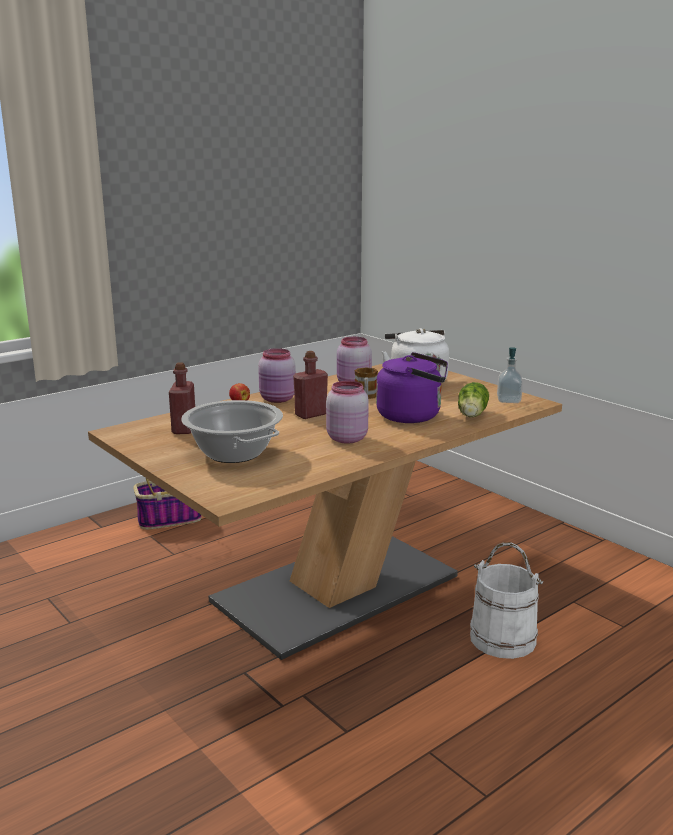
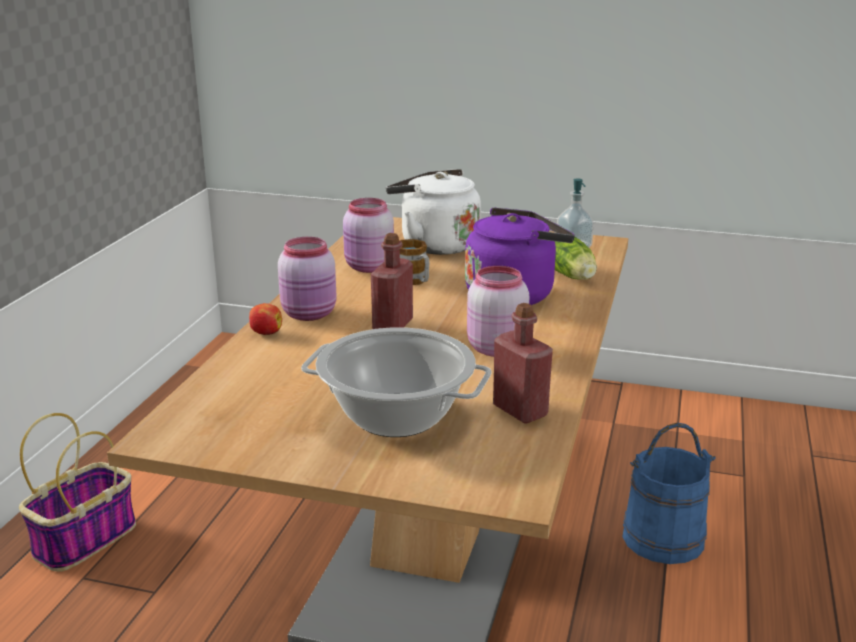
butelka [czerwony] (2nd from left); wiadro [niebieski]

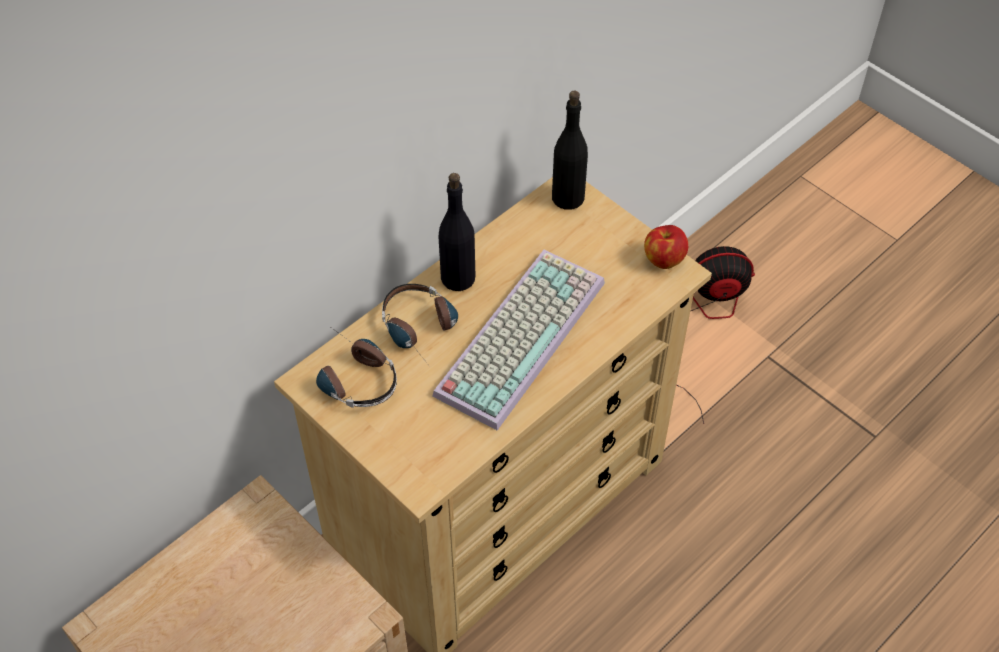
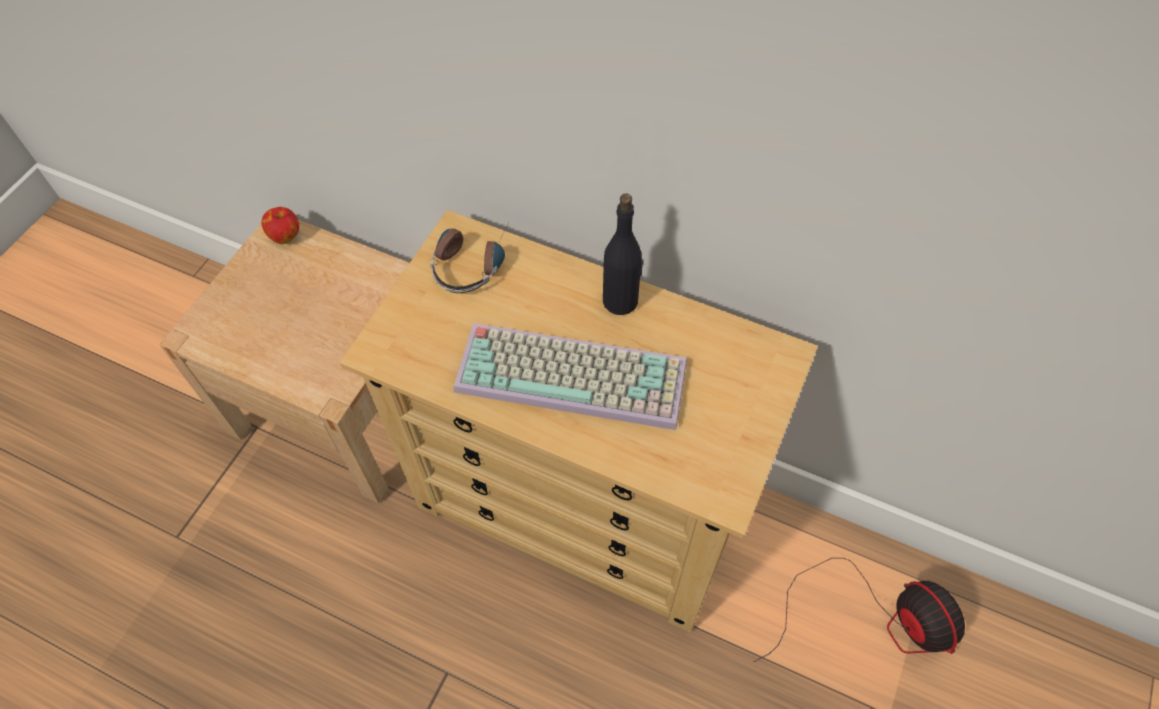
słuchawki (2nd from left in the first image); butelka [czarny] (2nd from left in the first image); jabłko

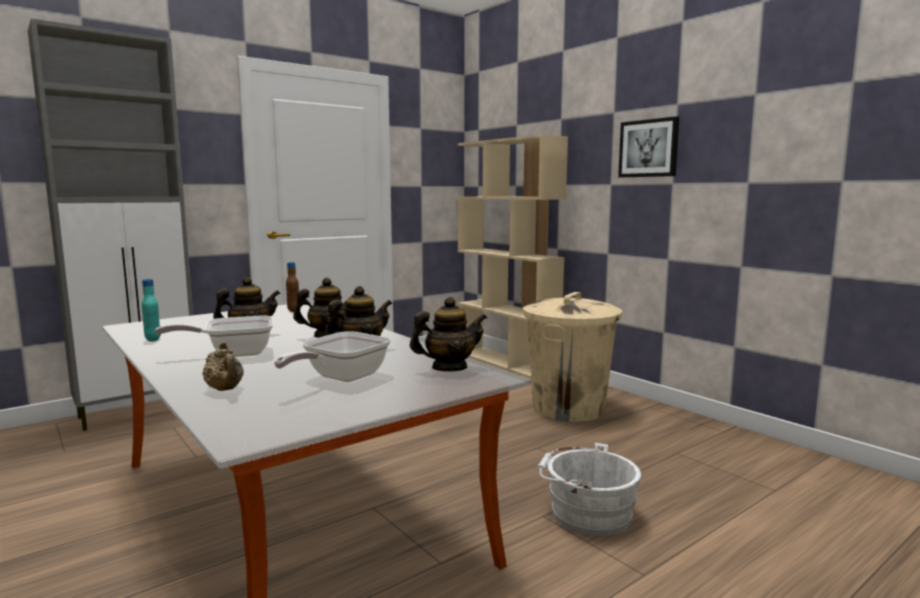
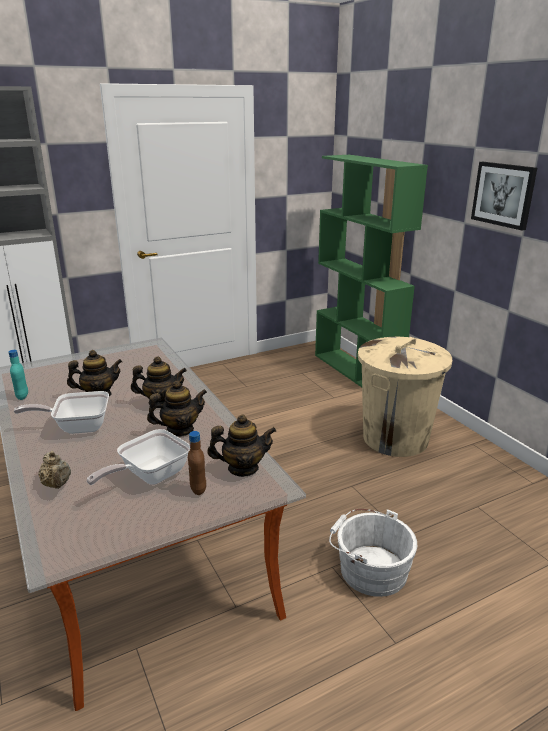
butelka [brązowy]; regał [zielony]

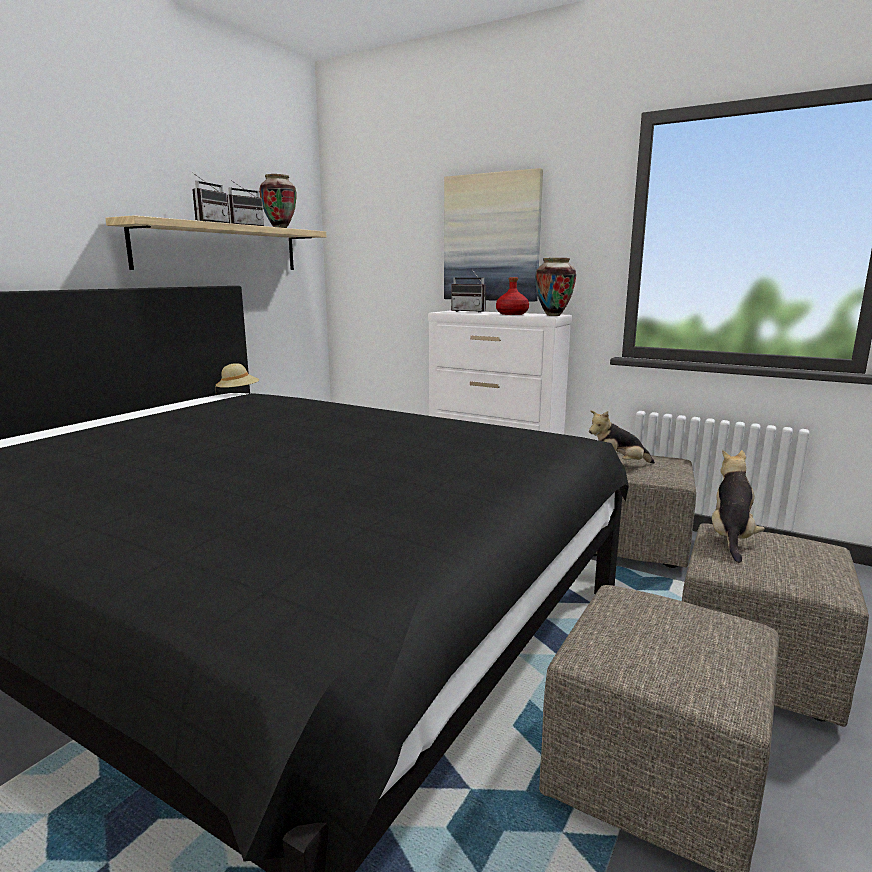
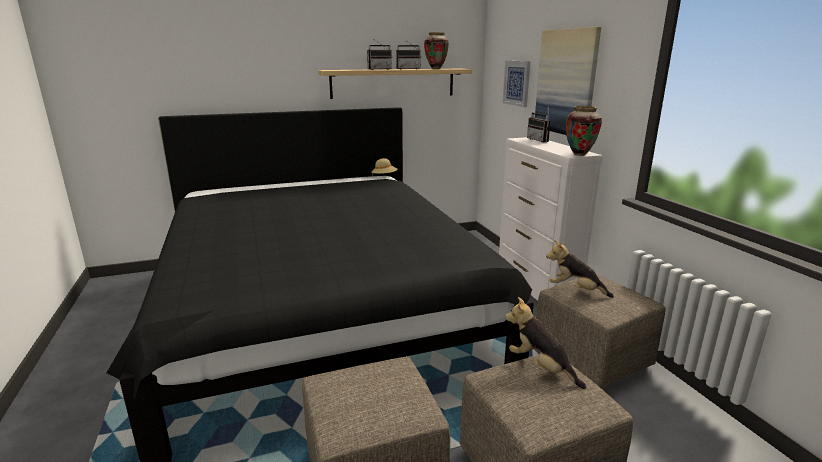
butelka [czerwony]; pluszak (1st from left); obraz (1st from left)

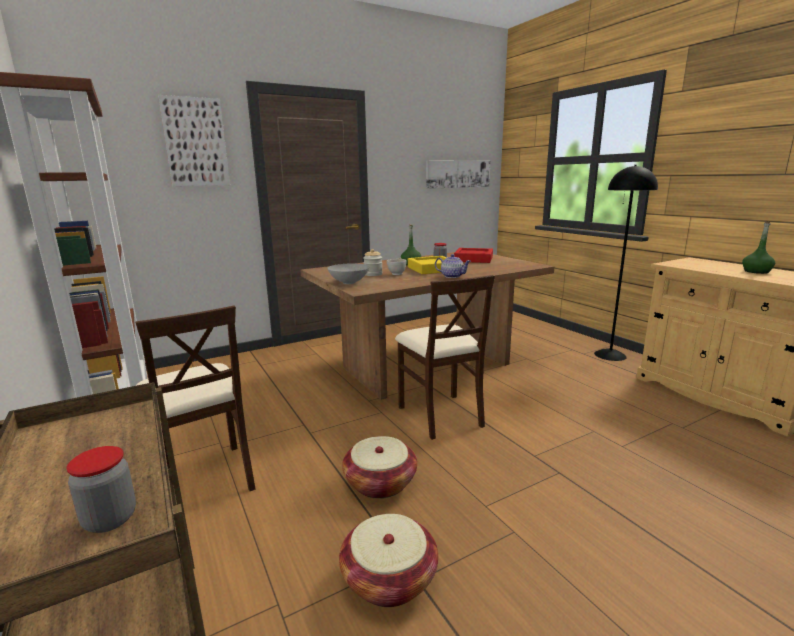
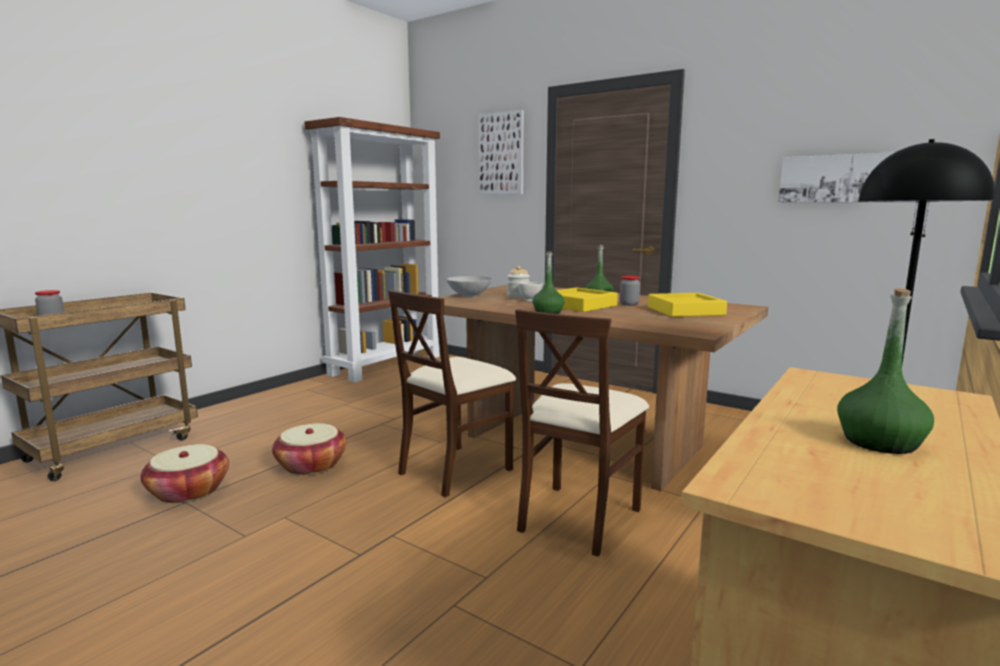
krzesło [beżowy] (2nd from left); butelka [zielony] (1st from left); taca [żółty] (2nd from left)

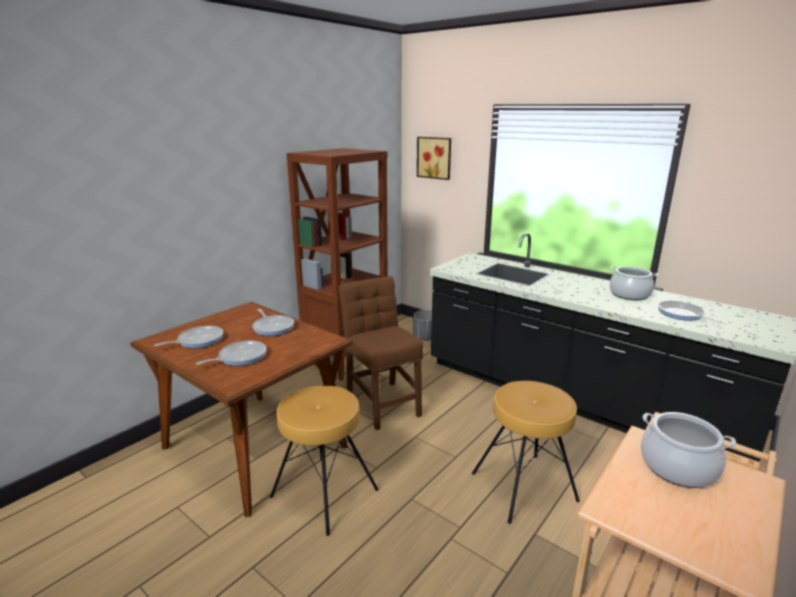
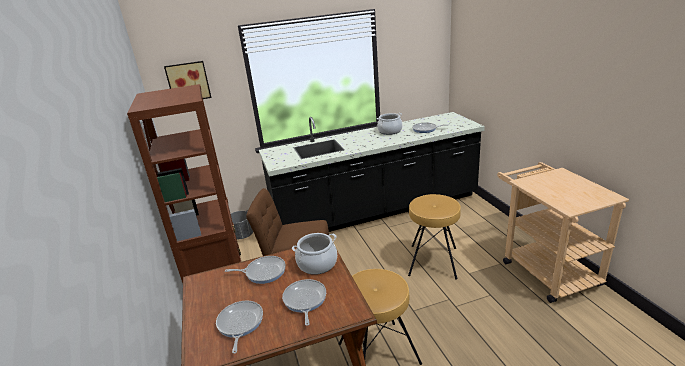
garnek (1st from left)

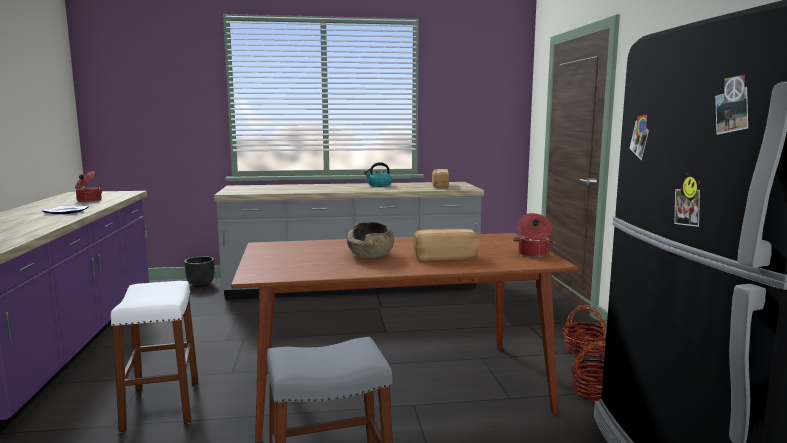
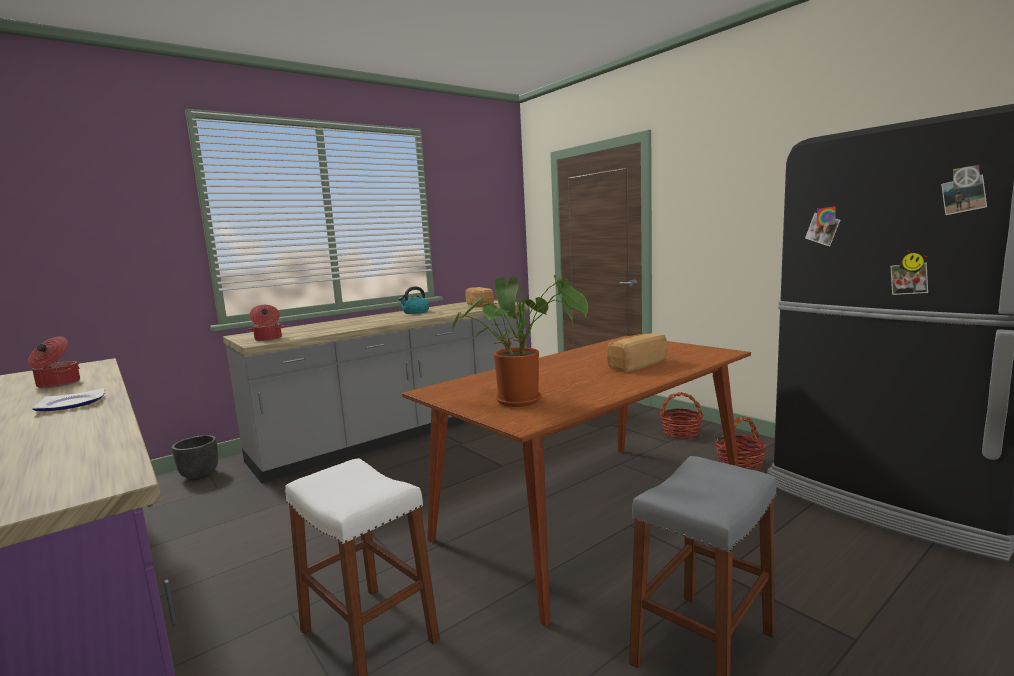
miska [brązowy]; garnek (2nd from left); roślina doniczkowa

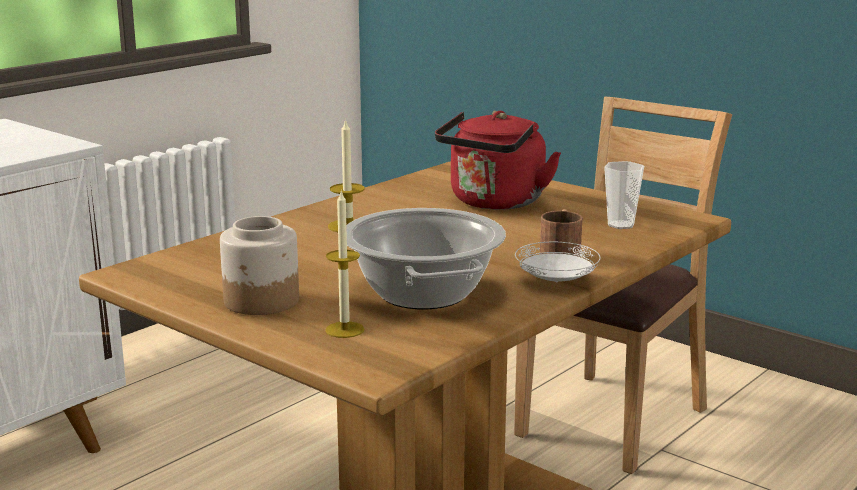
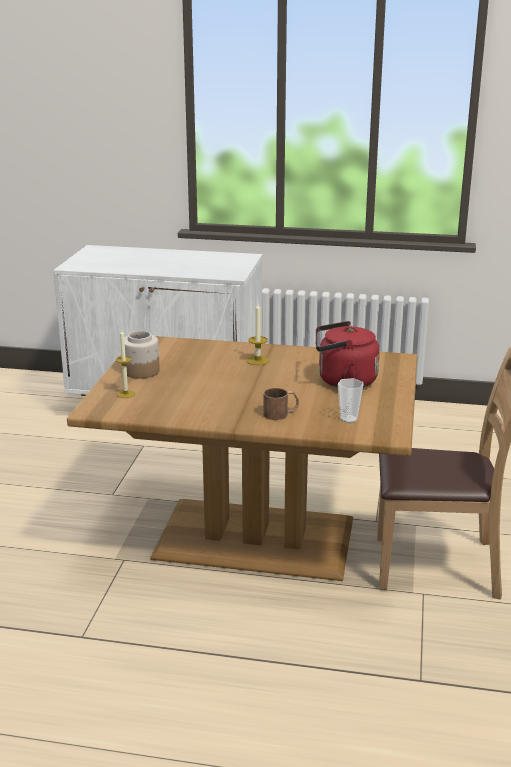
garnek; talerz [biały]

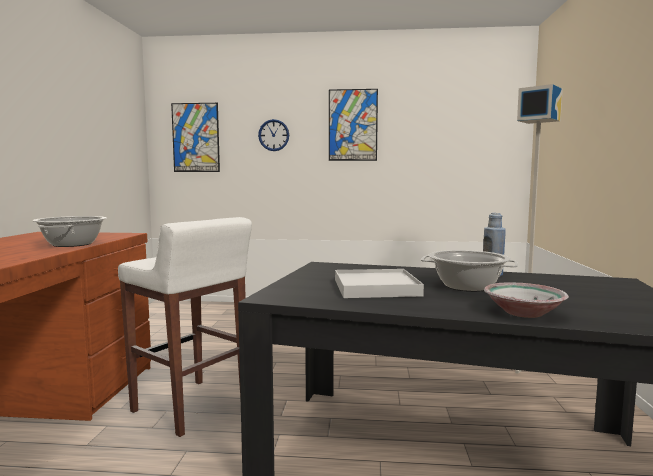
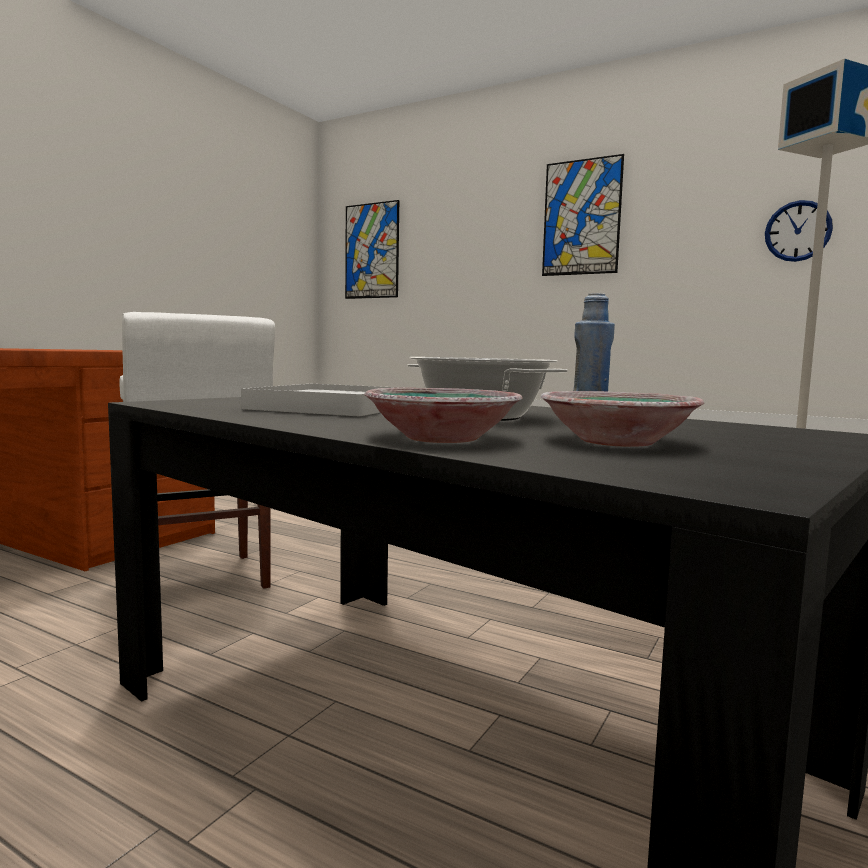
garnek (1st from left in the first image); zegar ścienny; miska (2nd from left)

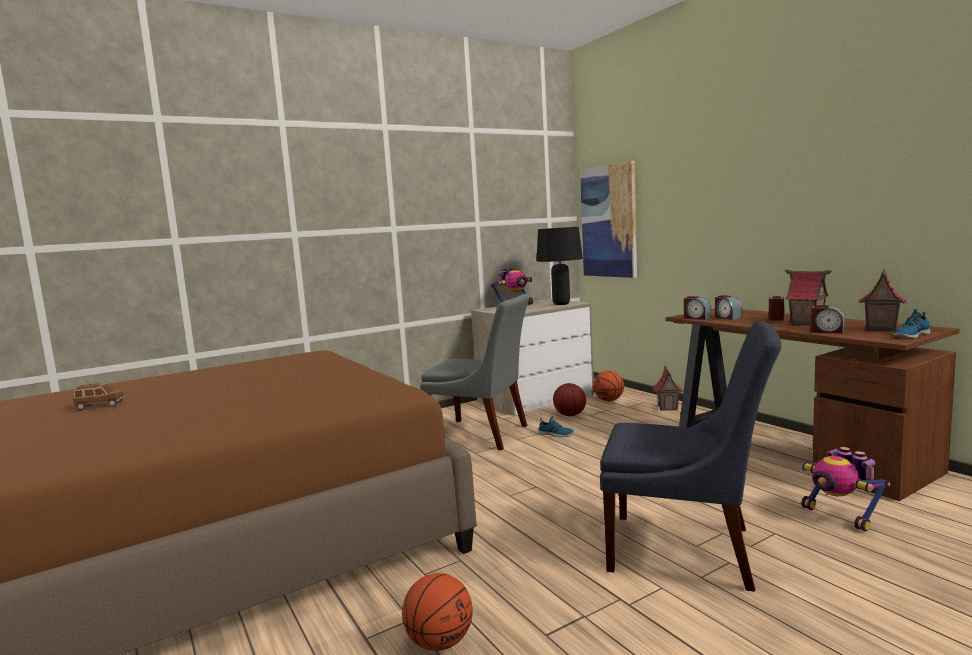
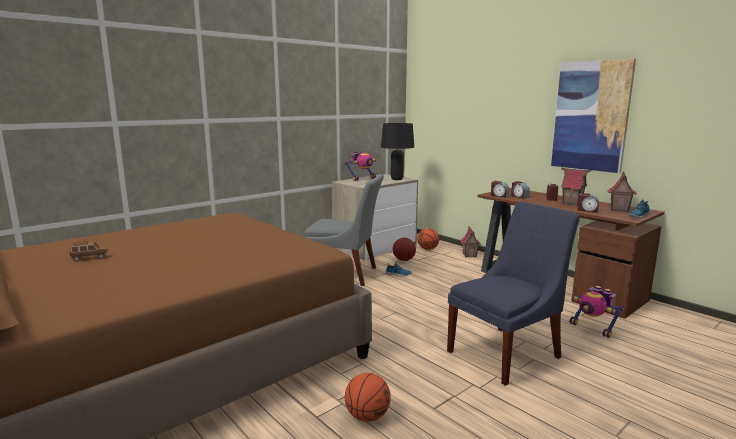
obraz; krzesło [niebieski]

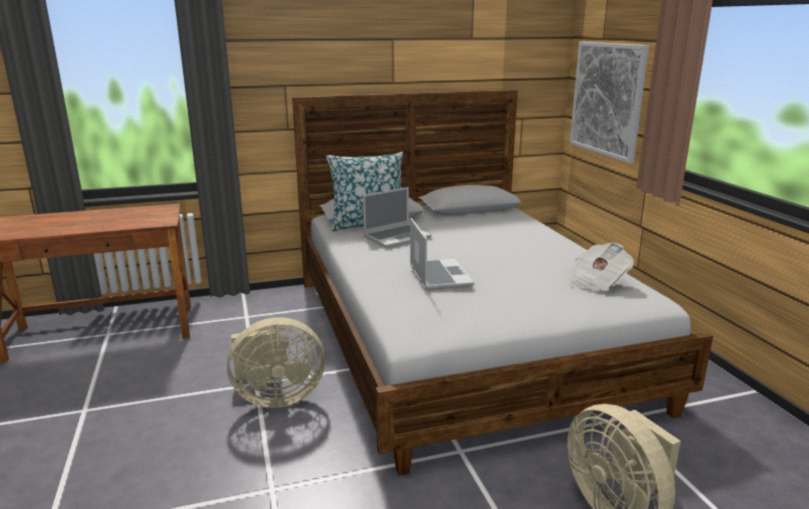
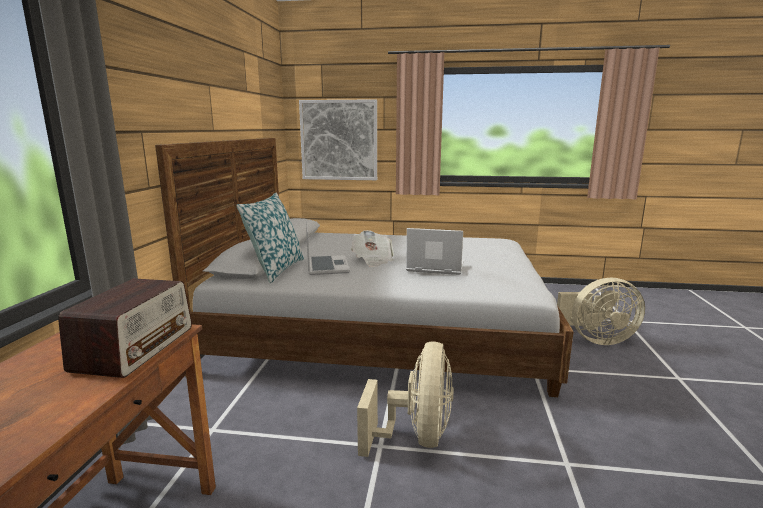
gazeta; radio

